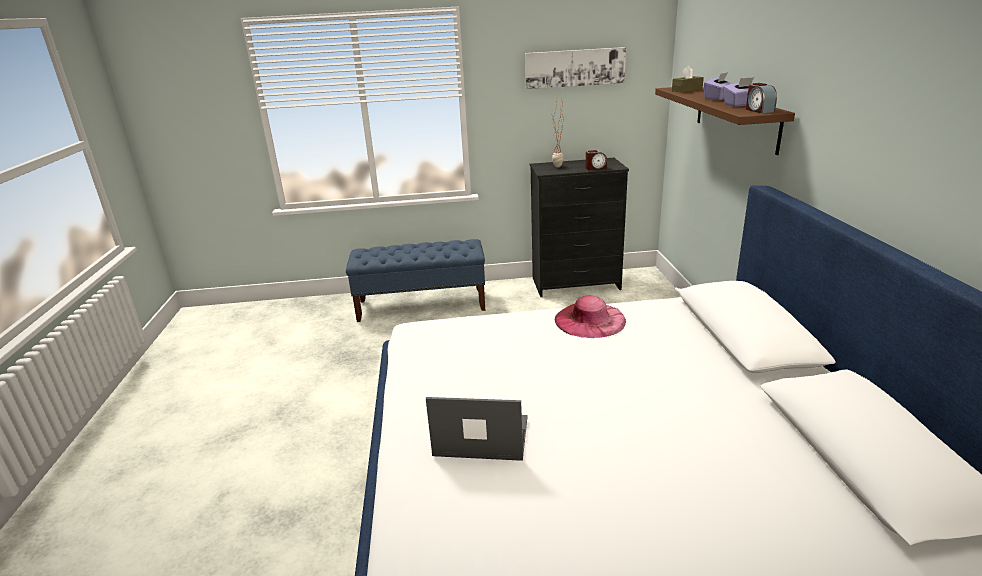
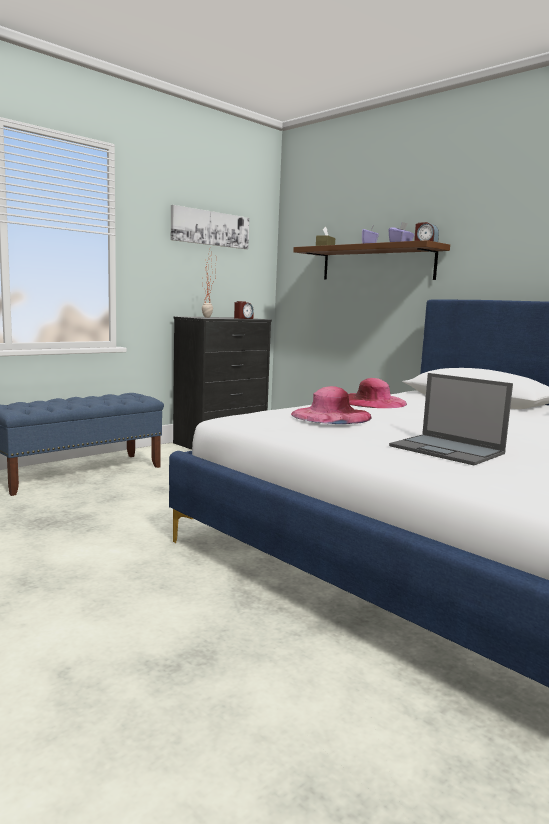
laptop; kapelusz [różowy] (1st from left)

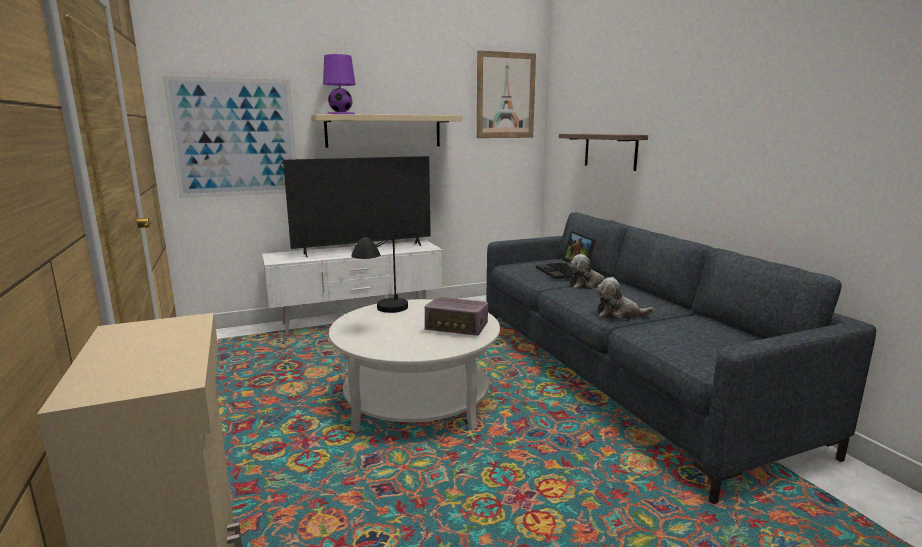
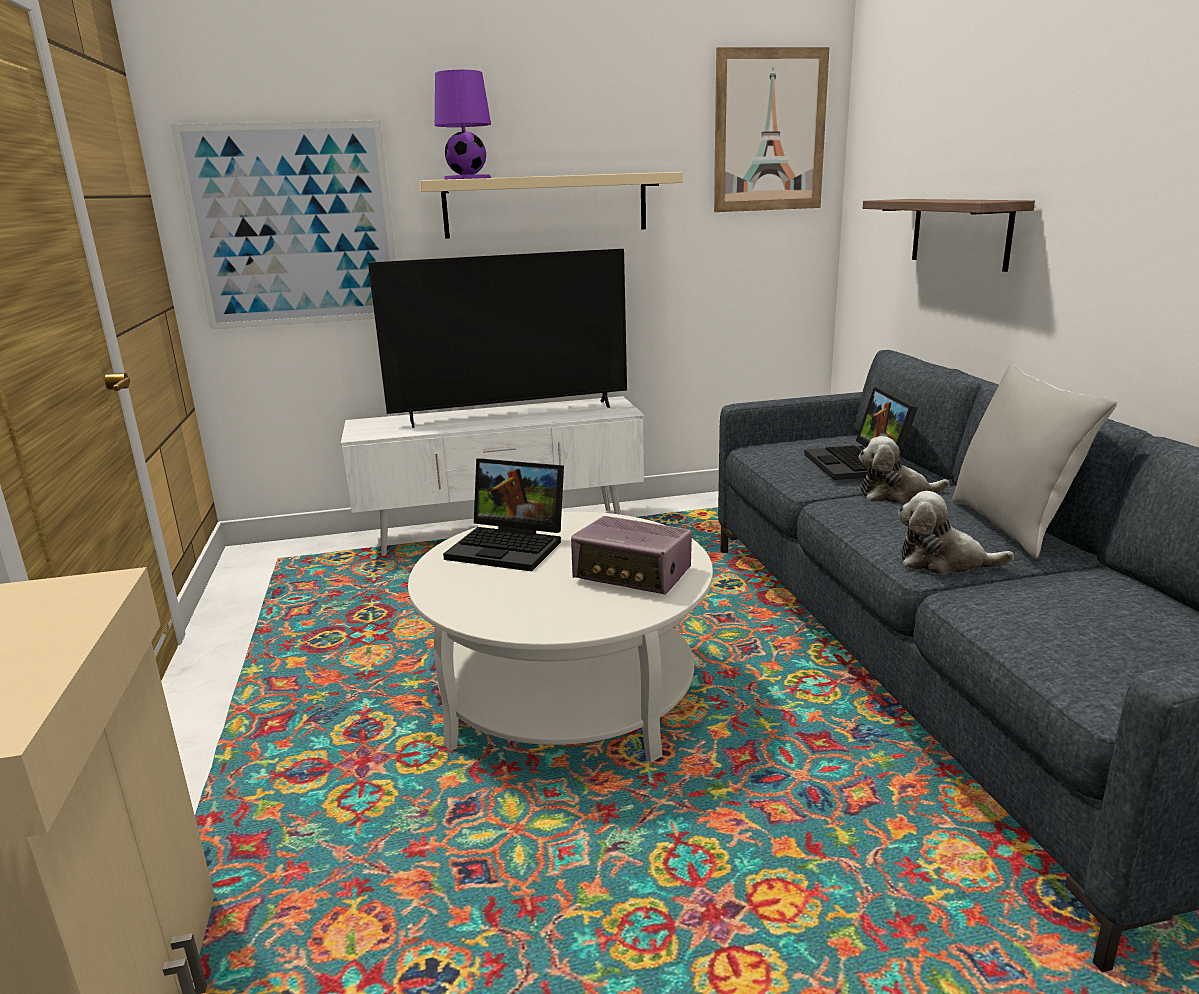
laptop (1st from left); poduszka [szary]

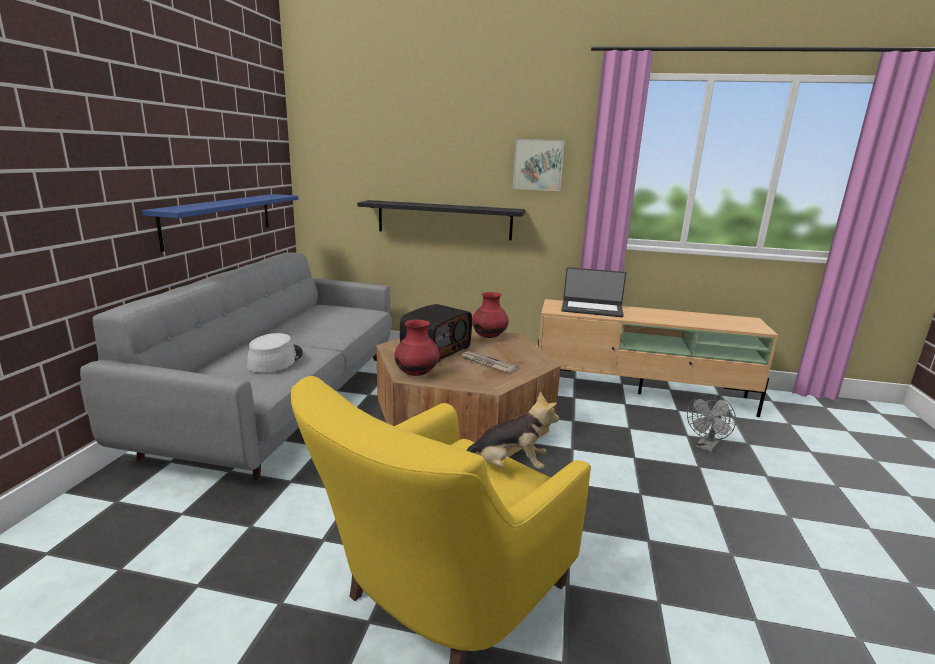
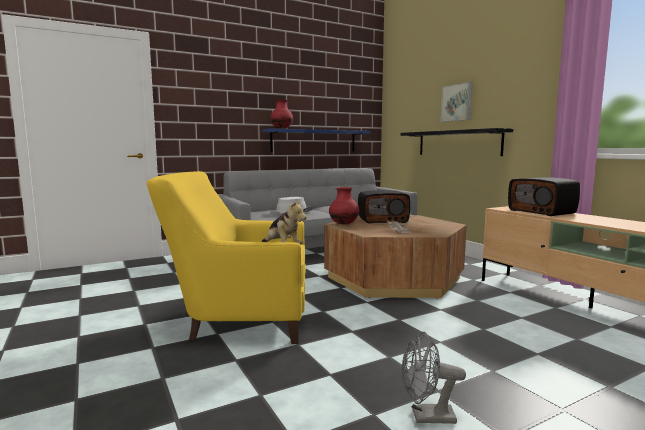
wazon [czerwony] (1st from left); obraz; radio (2nd from left); wentylator [szary]

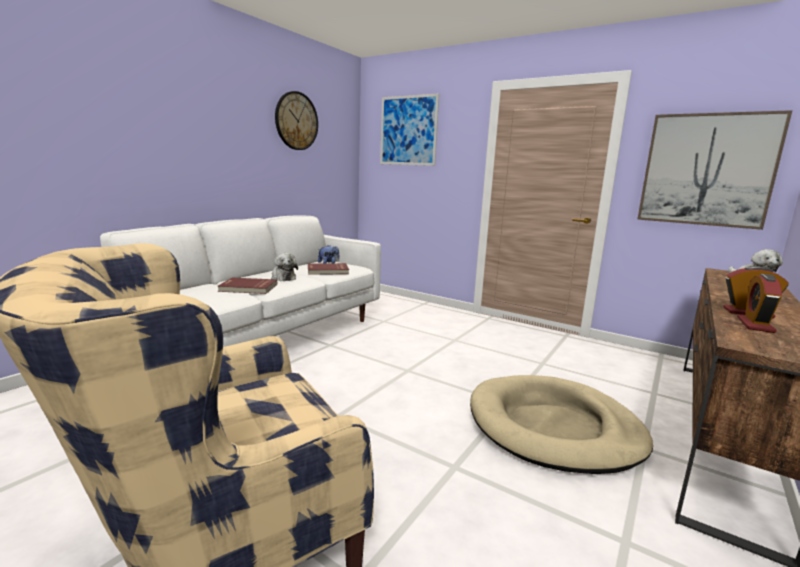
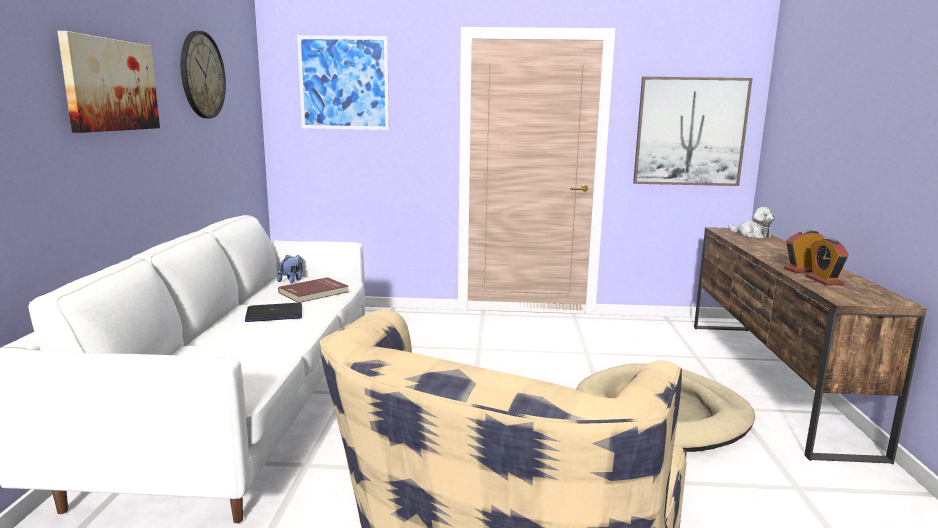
książka [czerwony] (1st from left in the first image); laptop; obraz (1st from left)

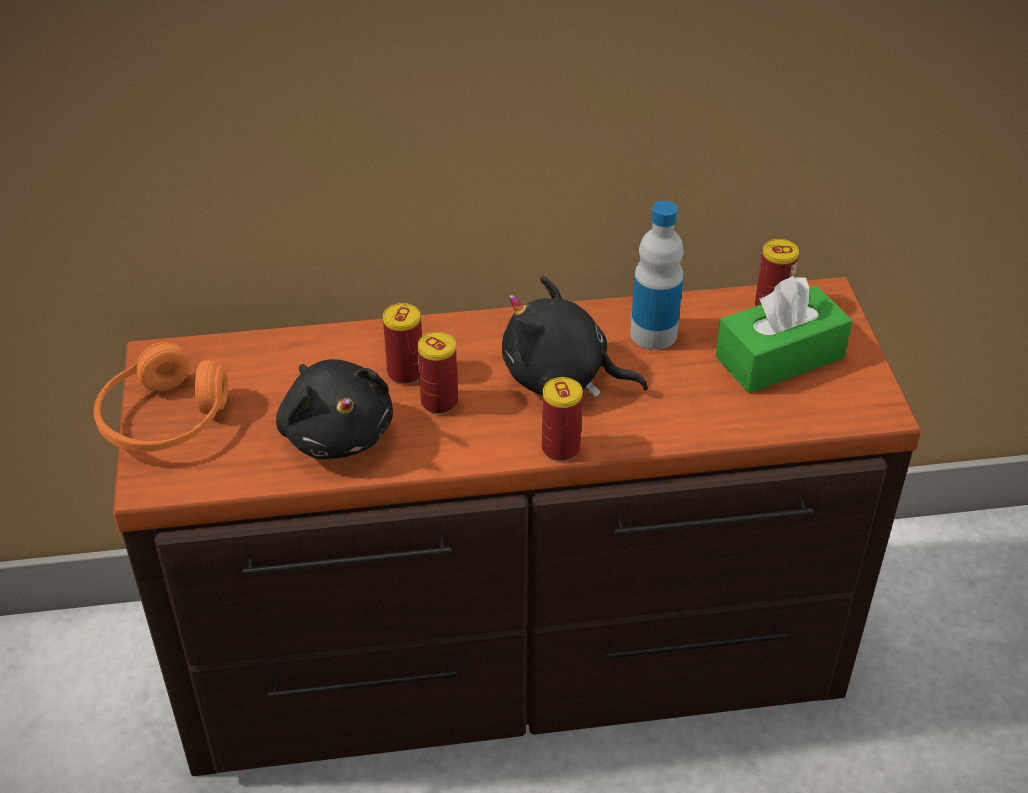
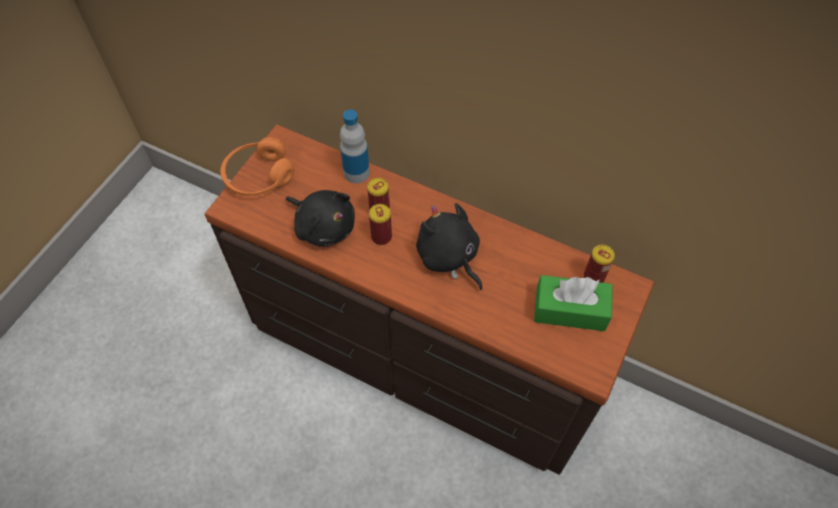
pluszak [czarny] (1st from left); puszka (3rd from left in the first image); butelka

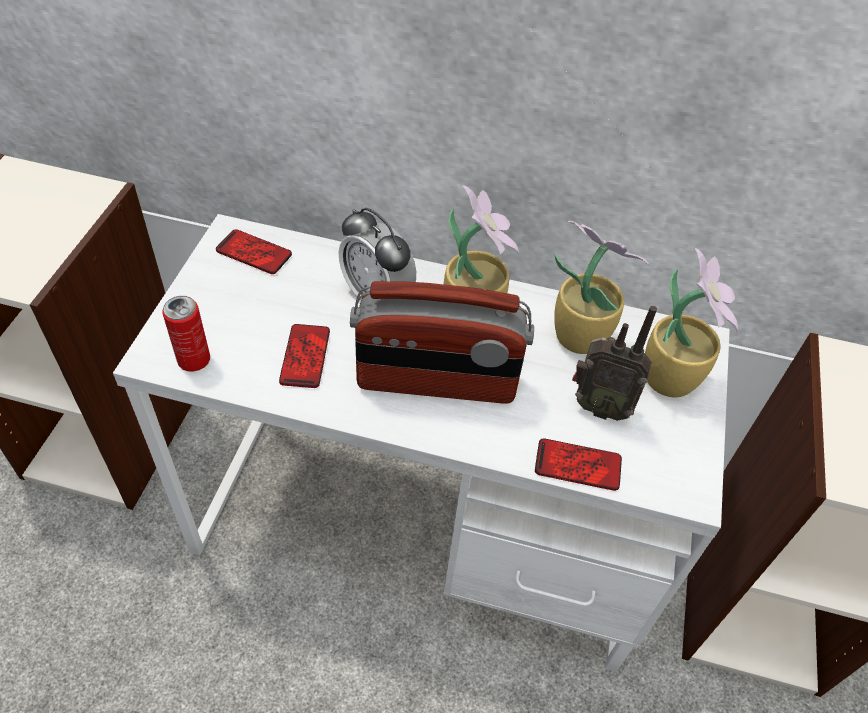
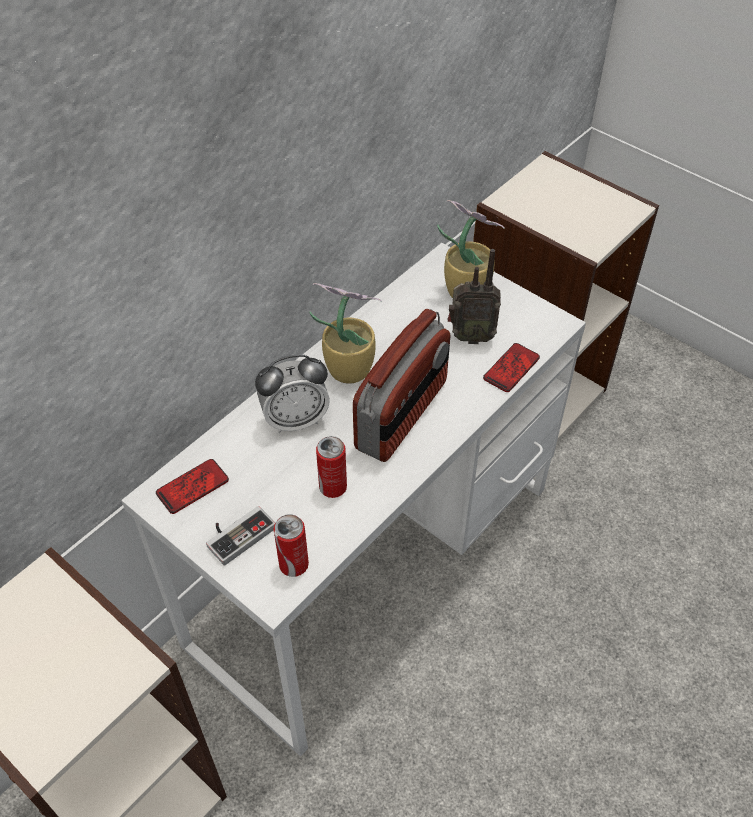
puszka (2nd from left); roślina doniczkowa (2nd from left in the first image); radio (2nd from left); pad do gier

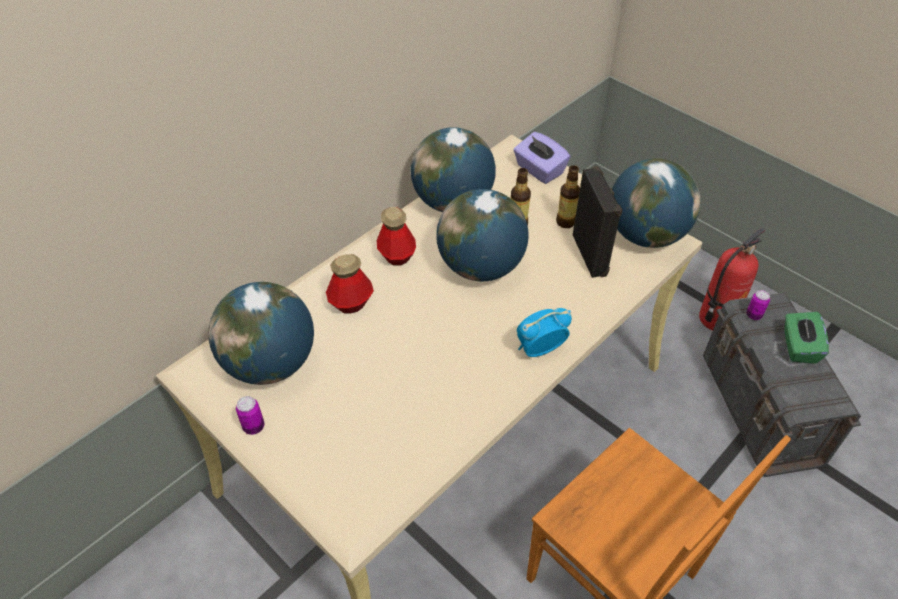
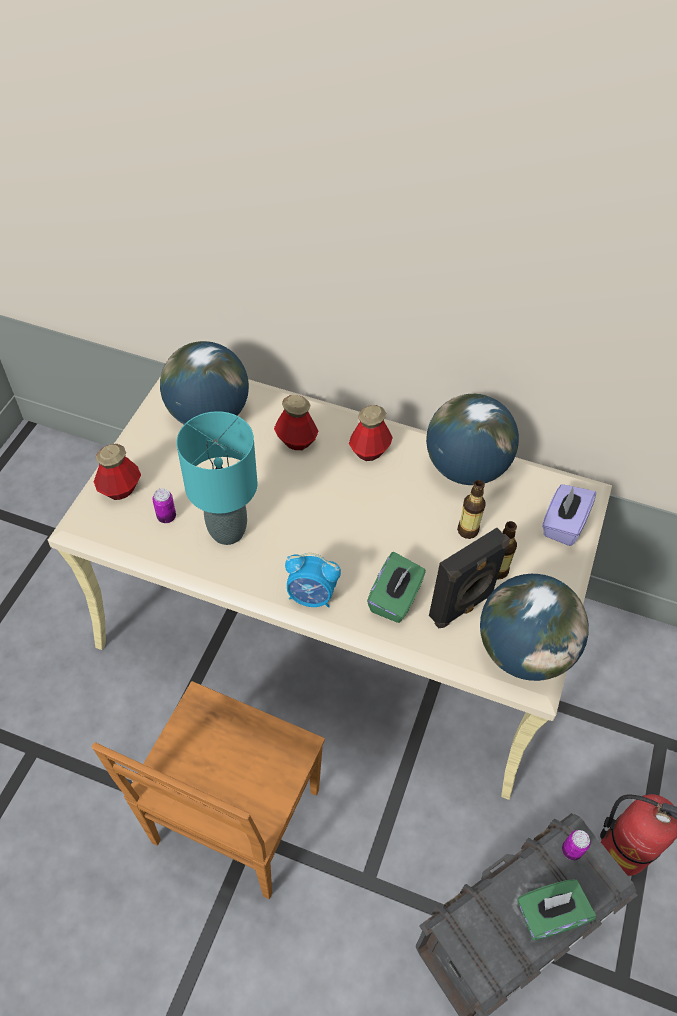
puszka (1st from left); globus (3rd from left in the first image); budzik; butelka (1st from left); lampa stołowa [turkusowy]; pudełko chusteczek [zielony] (1st from left)

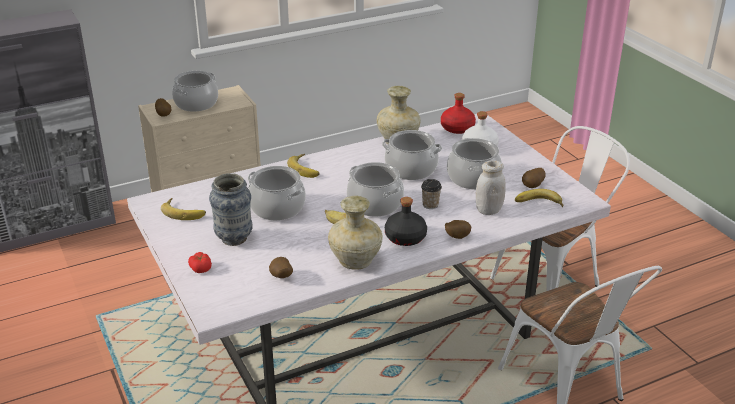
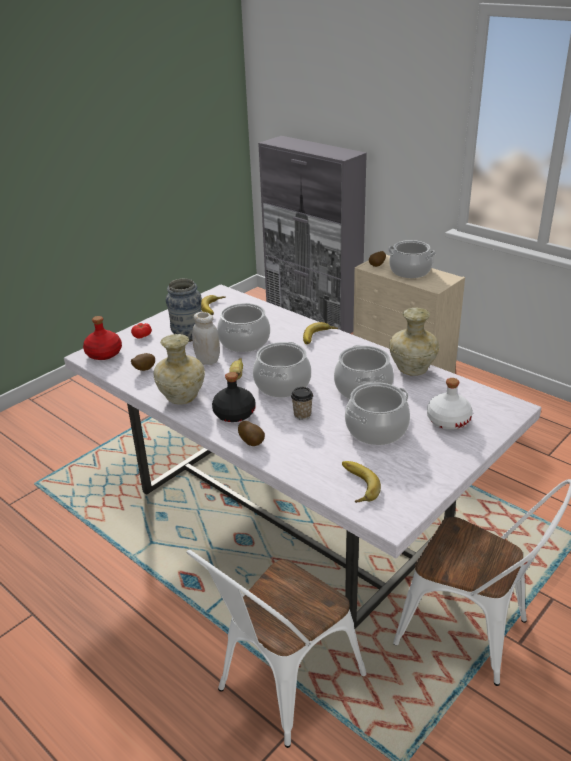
butelka [czerwony]; słoik [biały]; ziemniak (4th from left in the first image)

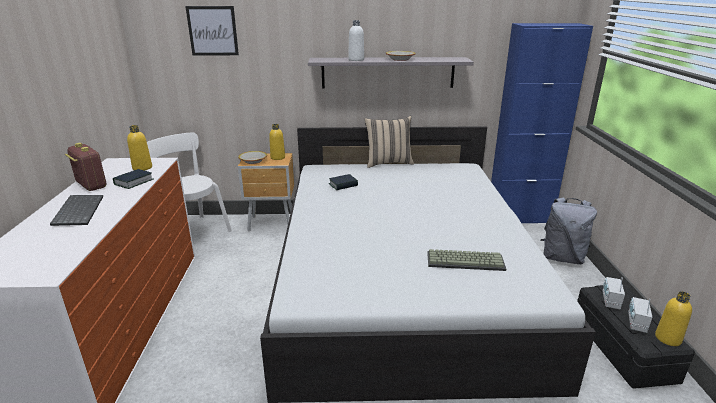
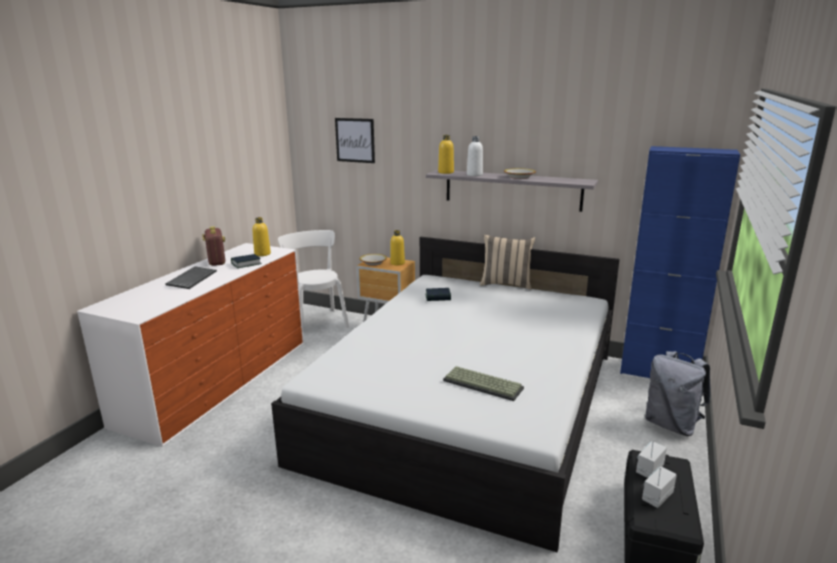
butelka [żółty] (3rd from left)

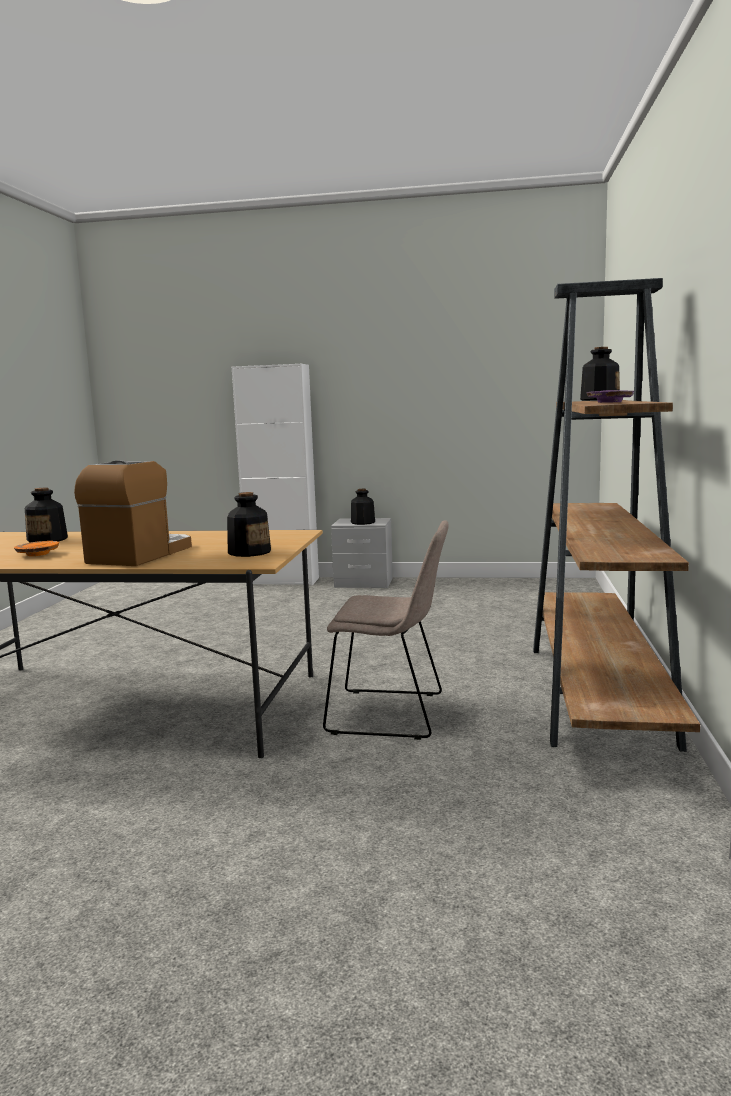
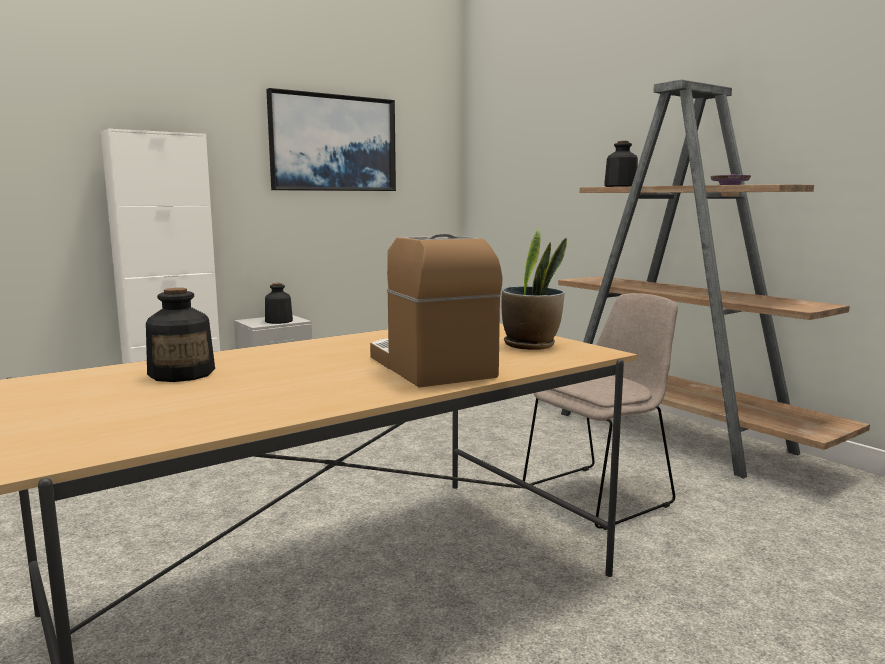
talerz [pomarańczowy]; roślina doniczkowa; obraz

